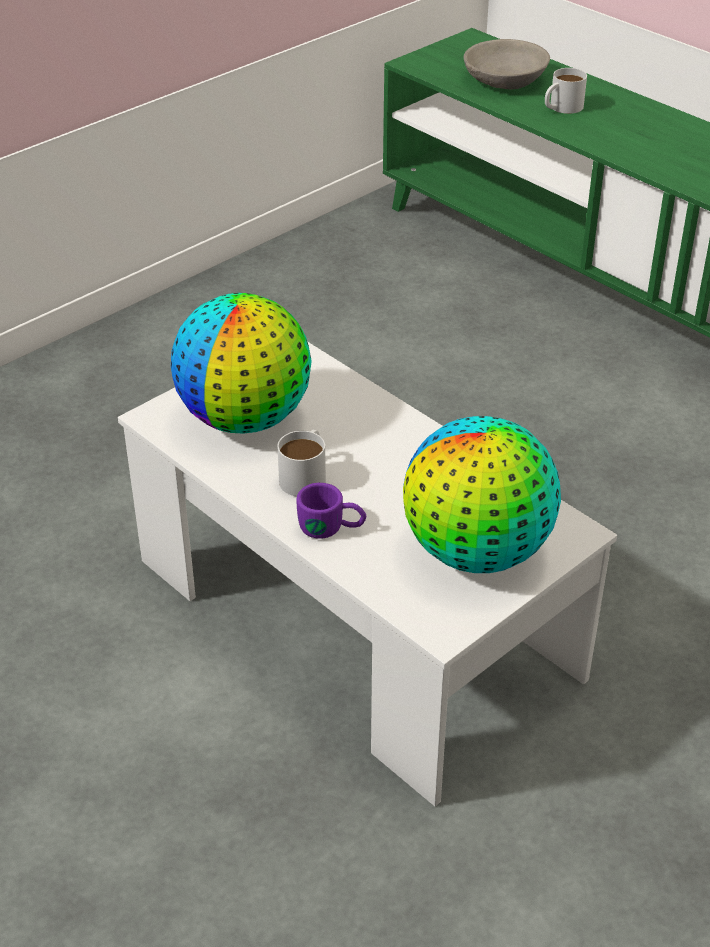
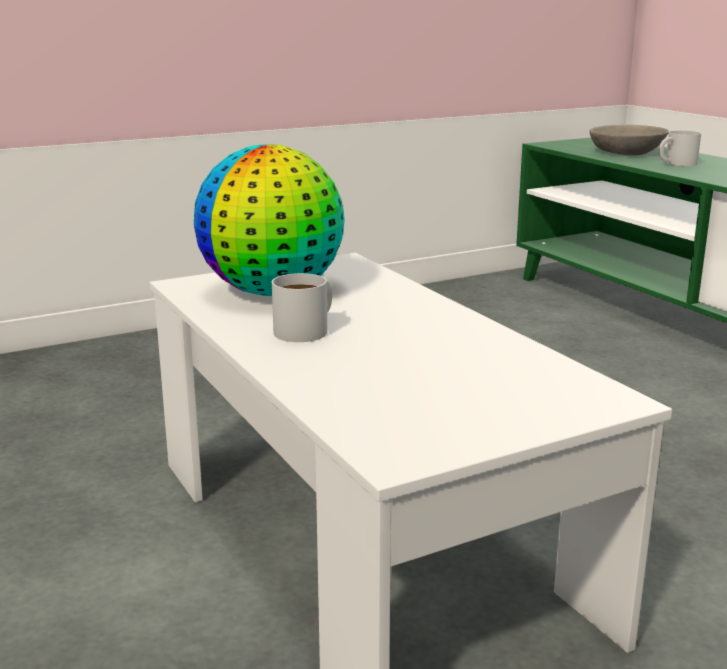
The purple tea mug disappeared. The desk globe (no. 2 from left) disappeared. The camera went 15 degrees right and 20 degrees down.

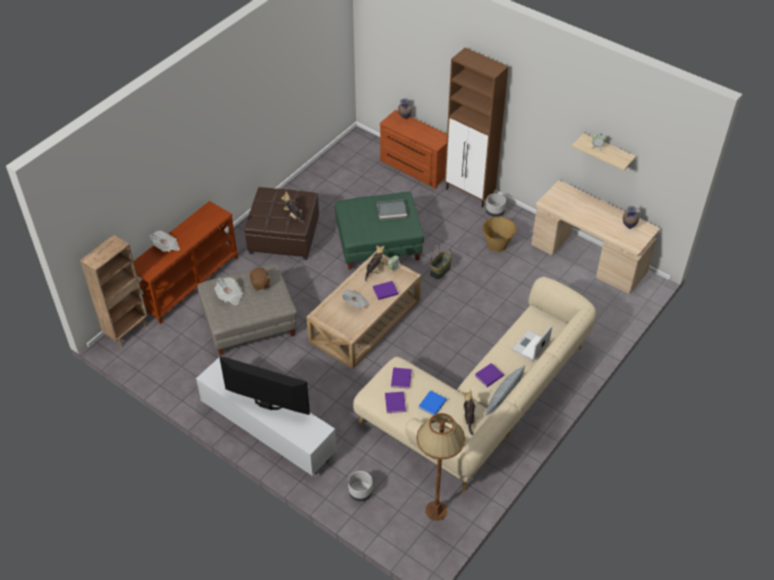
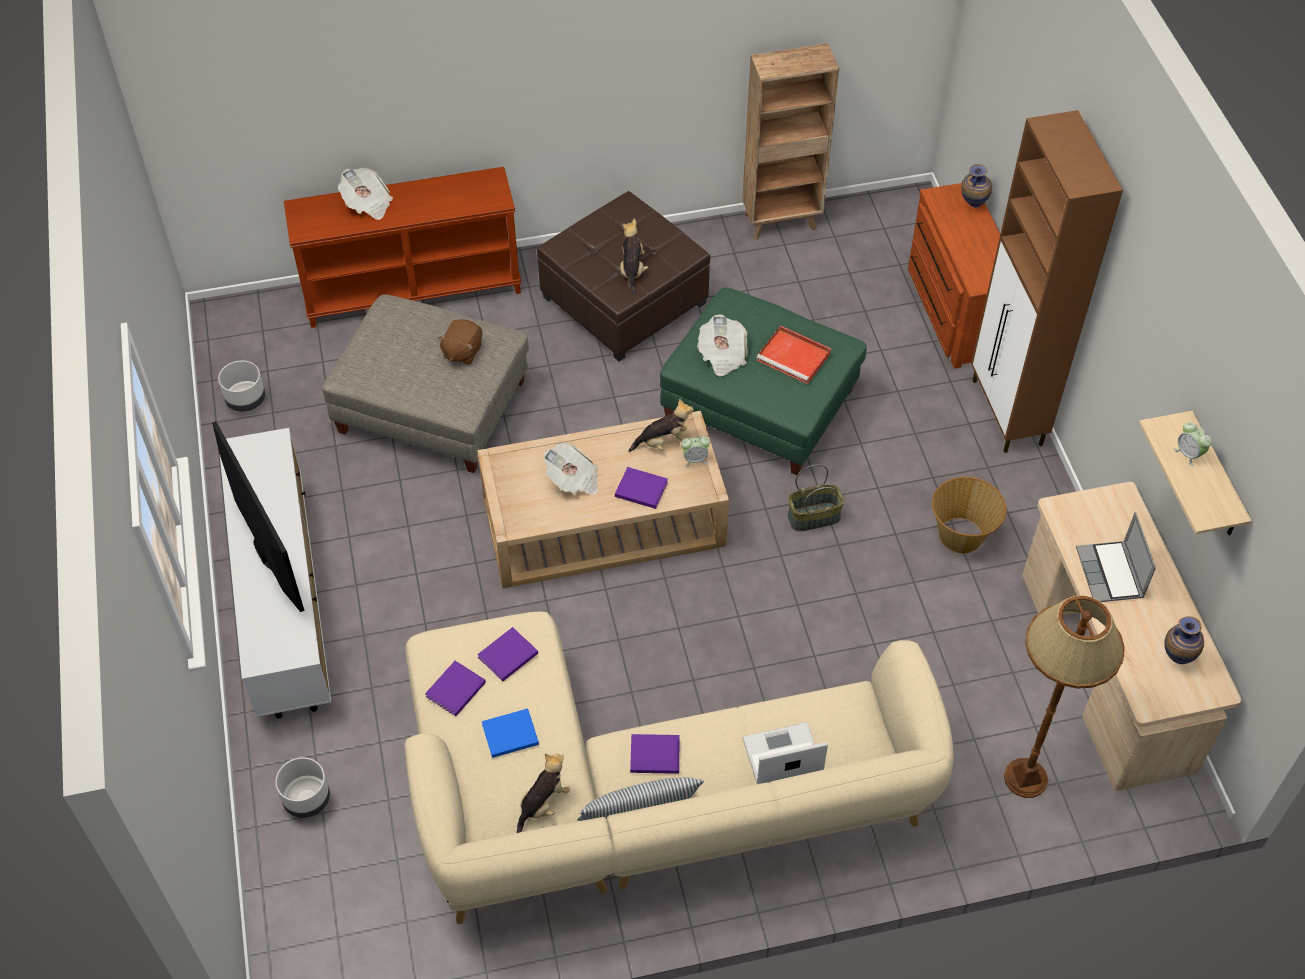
The brown-coloured bookcase moved. The printed paper (no. 2 from left in the first image) moved. The gray serving tray became the reddish serving tray. The brown-coloured standard lamp moved. The gray flower pot (no. 2 from left in the first image) moved. The laptop (no. 2 from left) appeared. The camera went 40 degrees right and 5 degrees up.

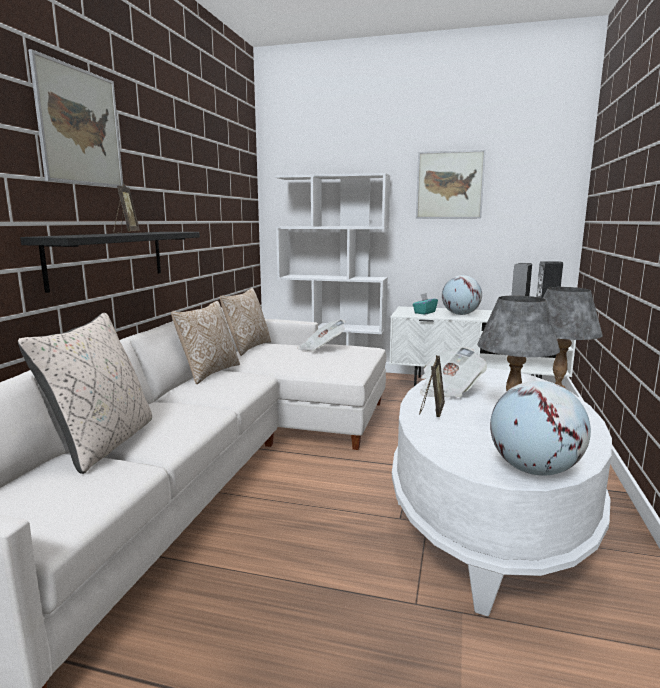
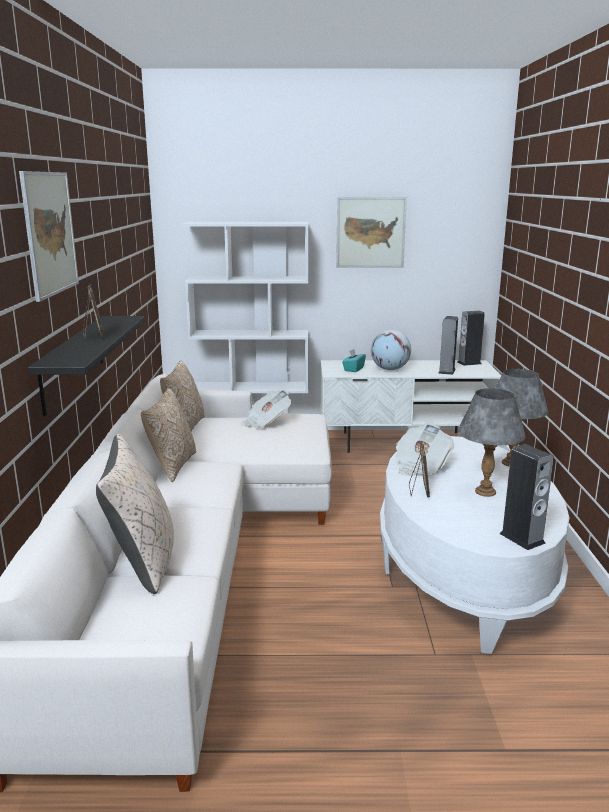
The desk globe (no. 2 from left) was replaced by the audio speaker (no. 3 from left). The camera went 15 degrees left and 5 degrees up.

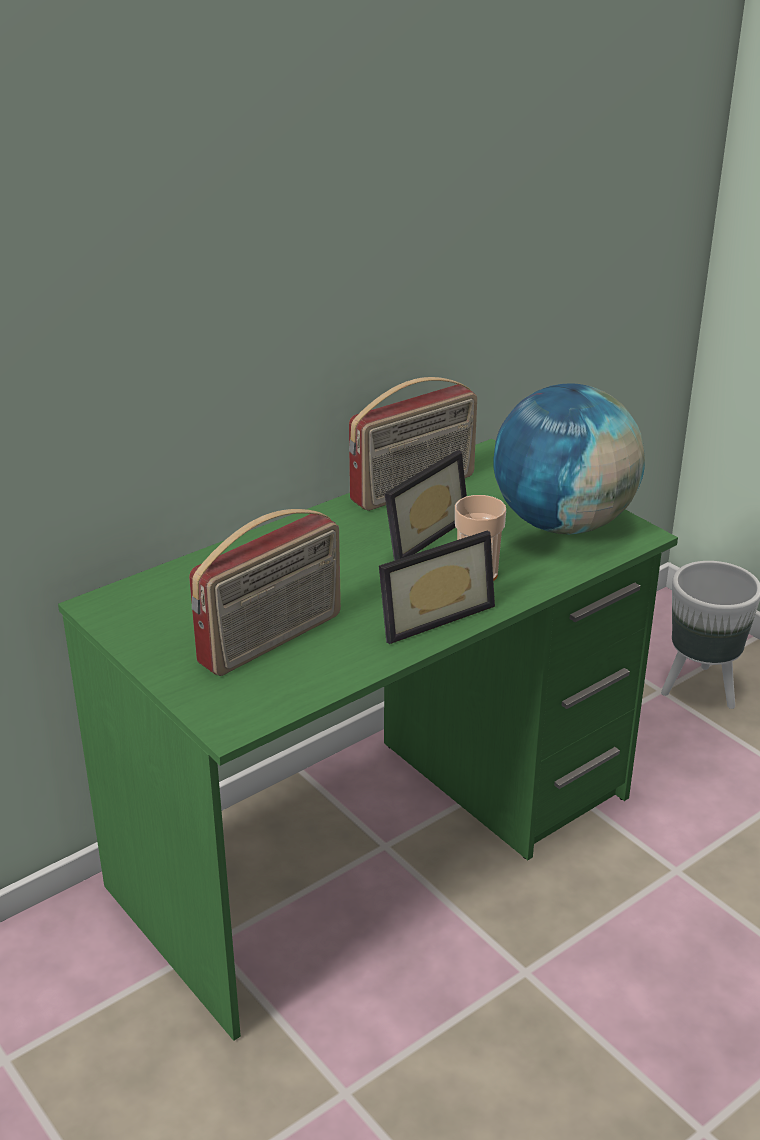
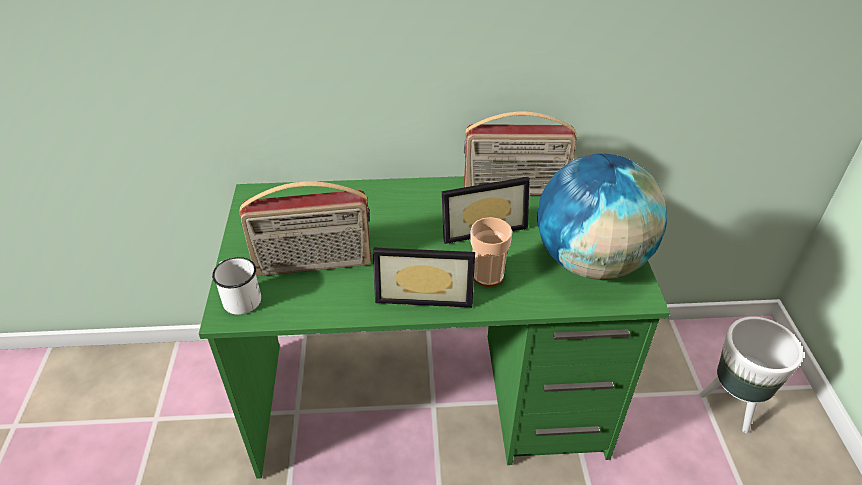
The whitish tea mug appeared. The camera went 35 degrees right and 10 degrees up.

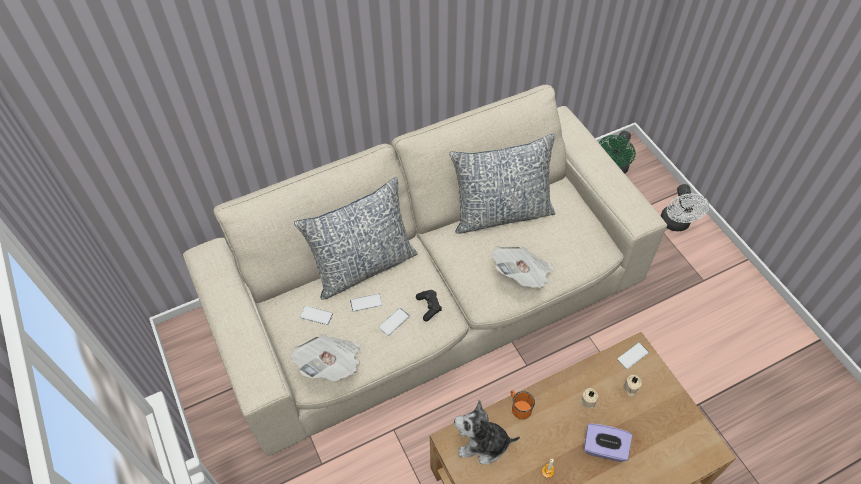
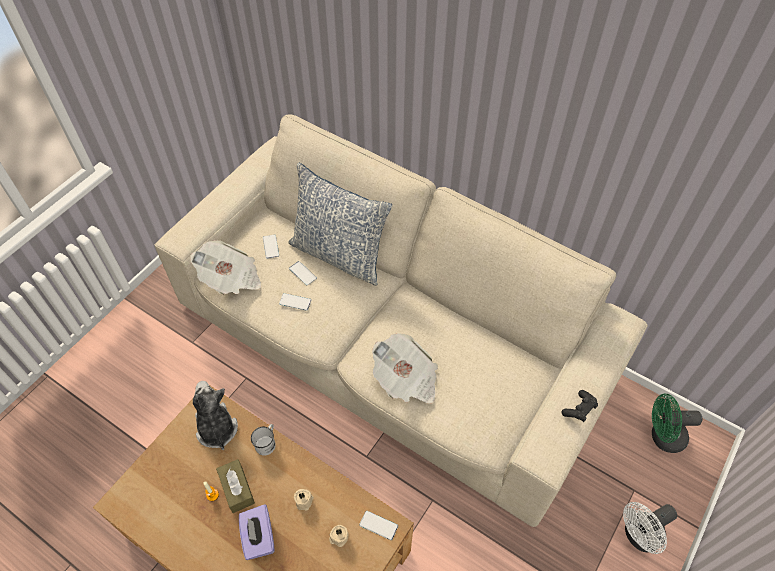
The black-coloured gamepad moved. The cushion (no. 2 from left) disappeared. The orange-coloured tea mug became the whitish tea mug. The brown-coloured tissue box appeared. The camera went 60 degrees right and 0 degrees up.

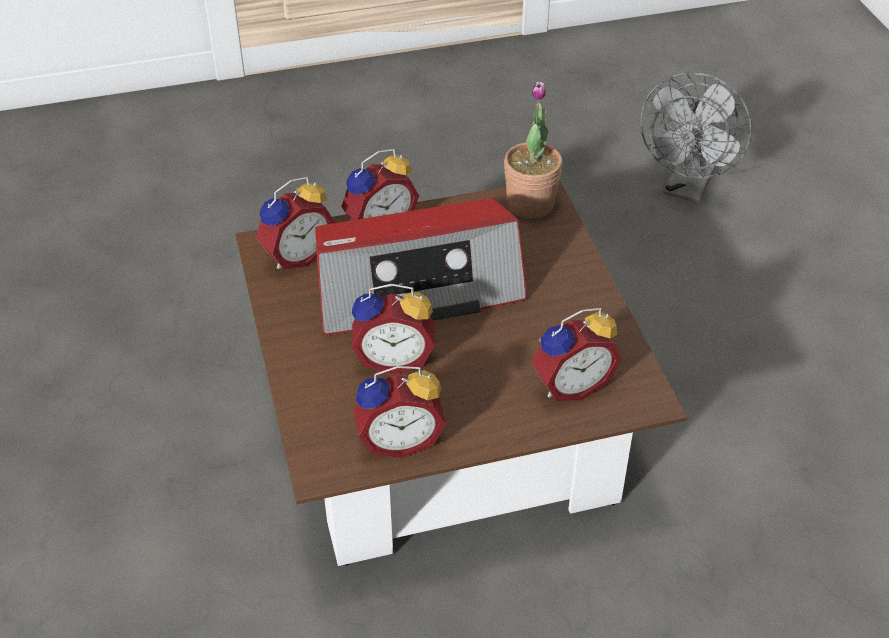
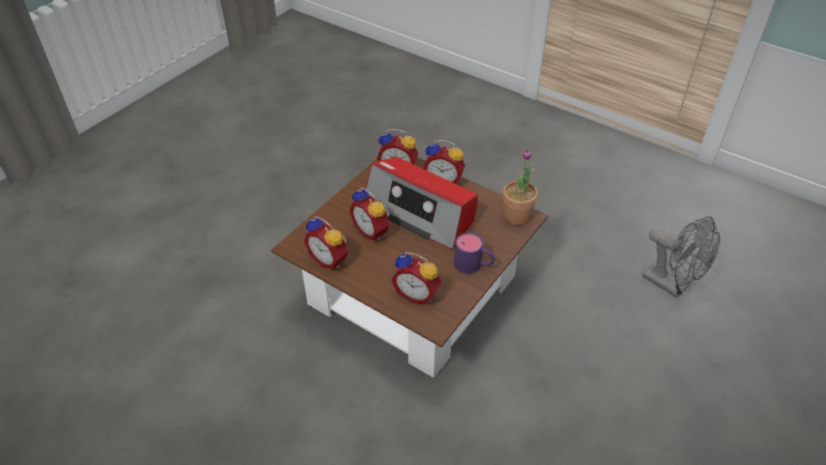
The gray electric fan turned 120 degrees counterclockwise. The purple tea mug appeared. The camera went 50 degrees right and 0 degrees up.

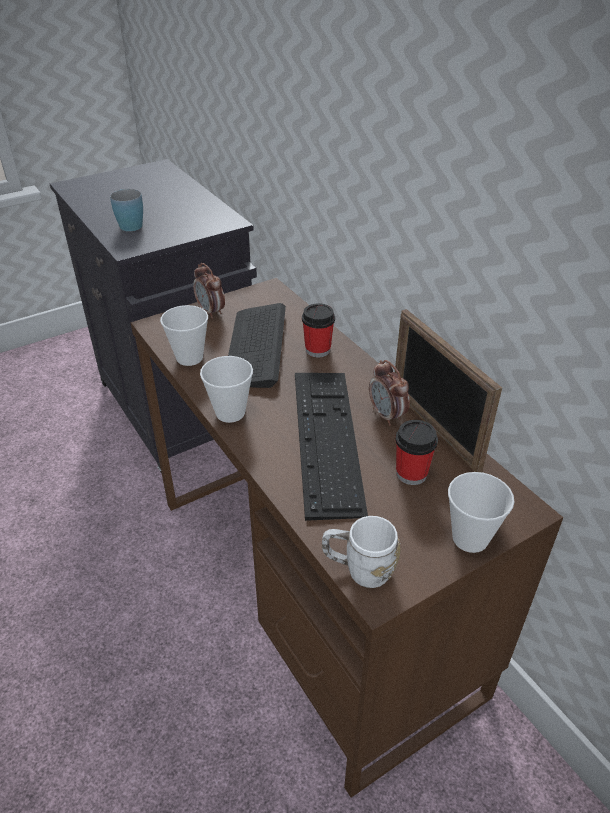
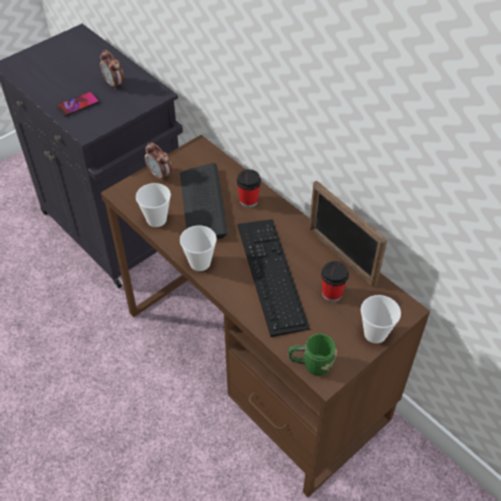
The blue-coloured tea mug was replaced by the handset. The whitish tea mug became the green-coloured tea mug. The table clock (no. 2 from left in the first image) moved. The camera went 10 degrees left and 10 degrees up.

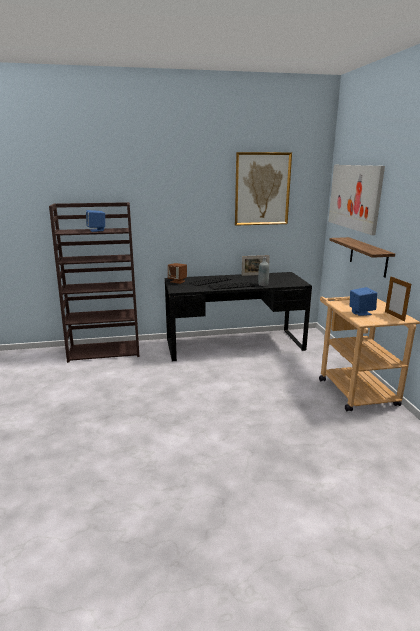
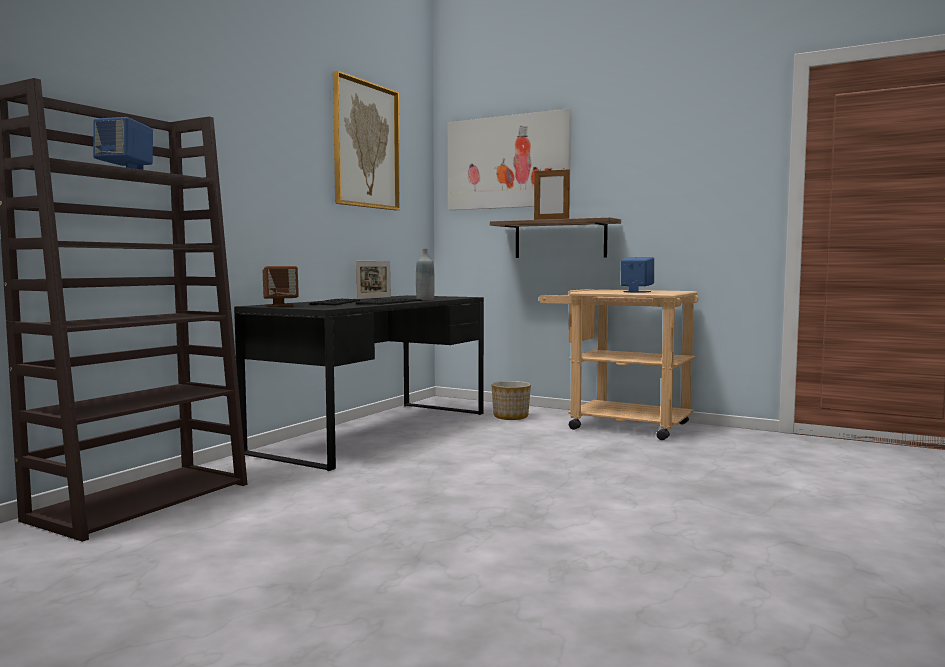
The picture frame (no. 2 from left) moved. The flower pot appeared. The camera went 50 degrees left and 15 degrees down.

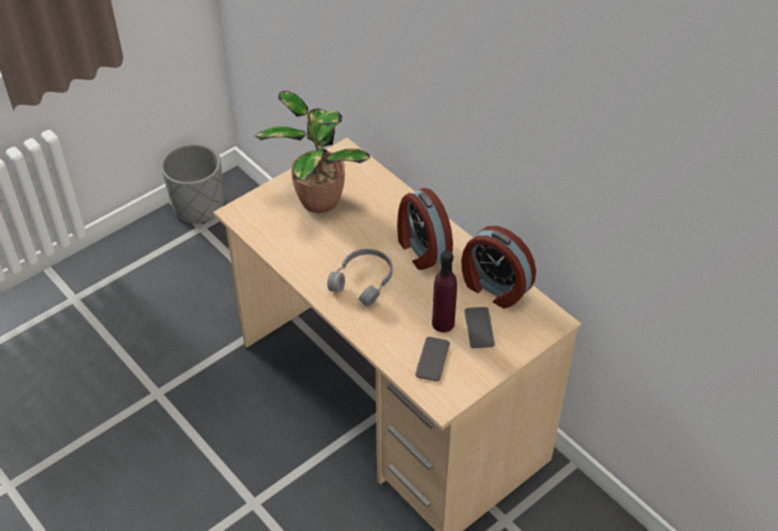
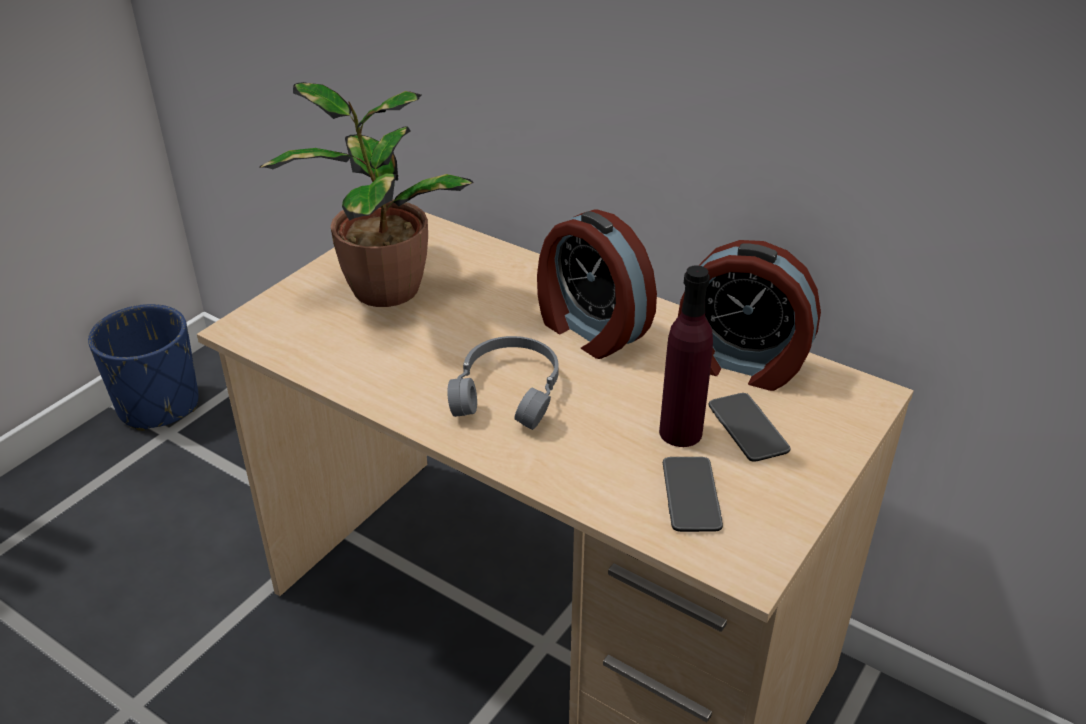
The gray flower pot became the blue-coloured flower pot. The camera went 15 degrees left and 10 degrees down.

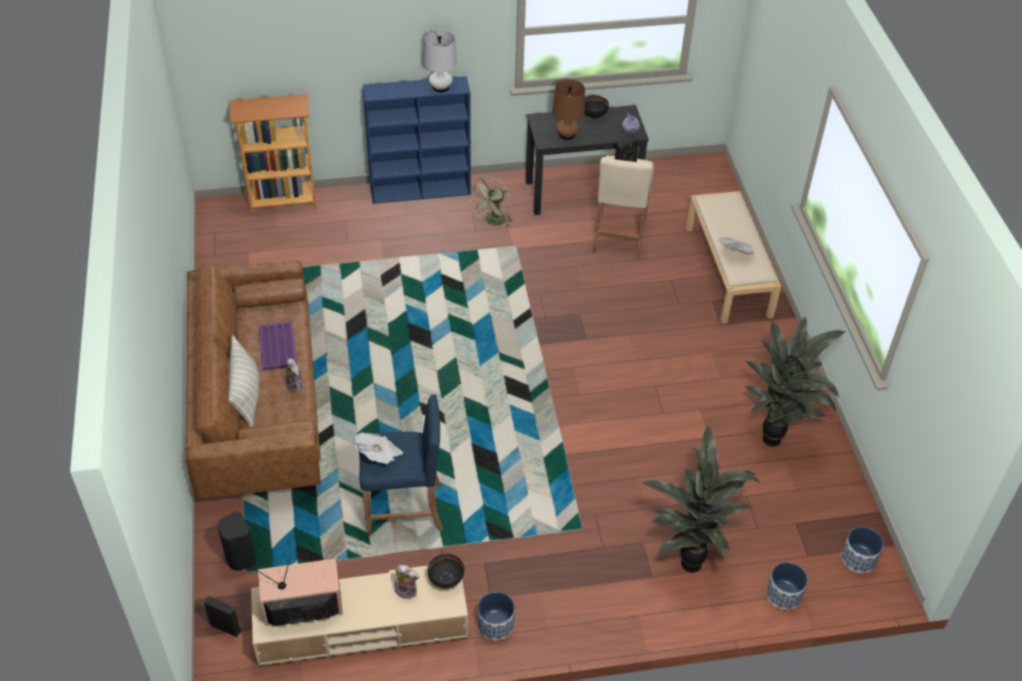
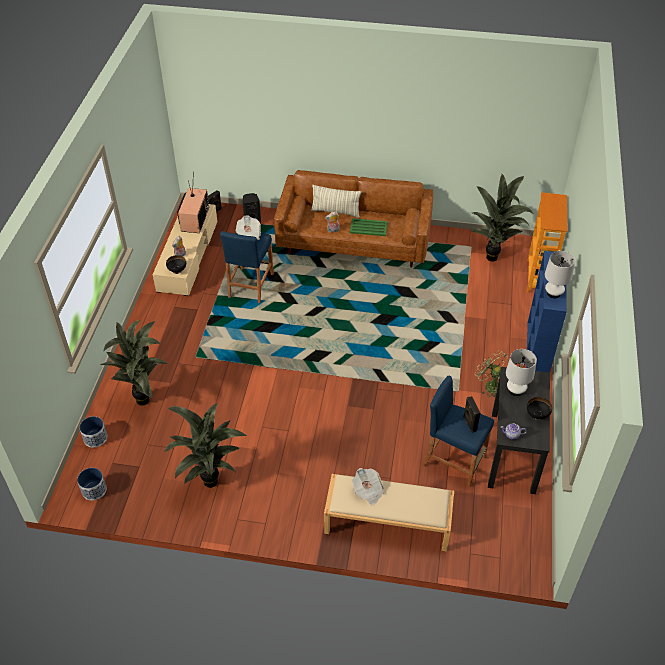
The purple serving tray became the green-coloured serving tray. The flower pot (no. 1 from left) disappeared. The brown-coloured lamp for a table became the whitish lamp for a table (no. 1 from left). The beige sitting stool became the blue-coloured sitting stool (no. 2 from left). The houseplant (no. 3 from left) appeared. The camera went 110 degrees right and 0 degrees up.

